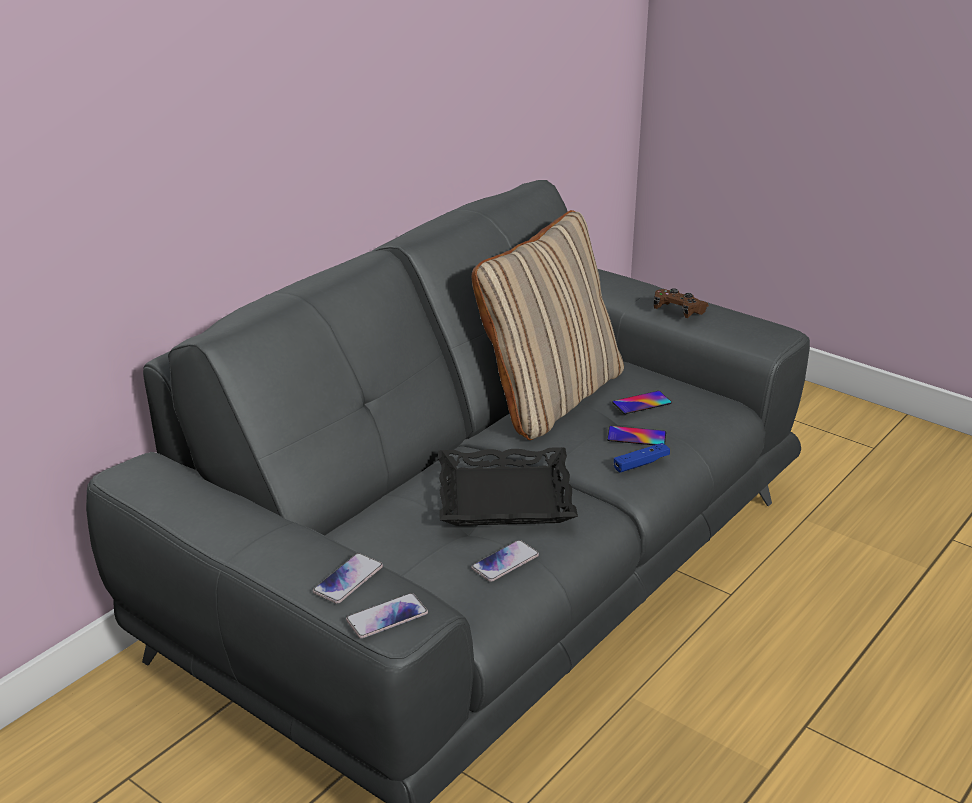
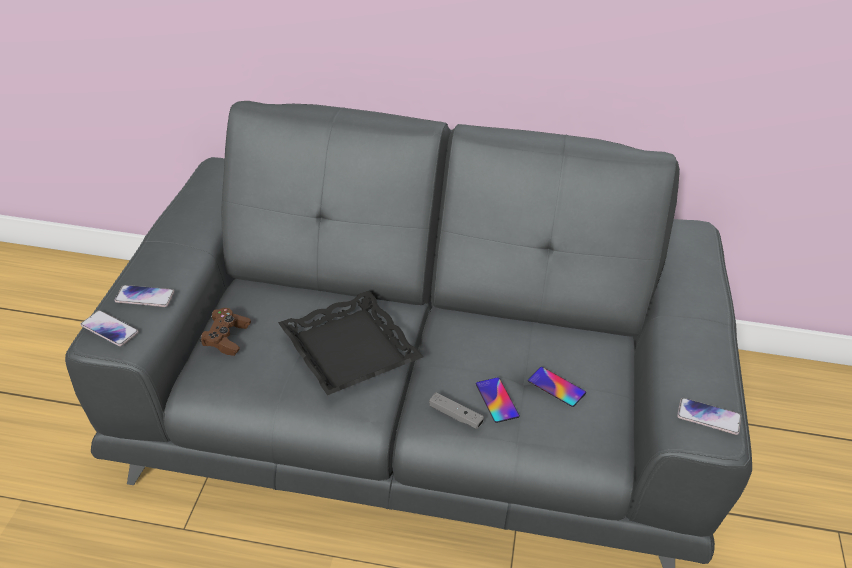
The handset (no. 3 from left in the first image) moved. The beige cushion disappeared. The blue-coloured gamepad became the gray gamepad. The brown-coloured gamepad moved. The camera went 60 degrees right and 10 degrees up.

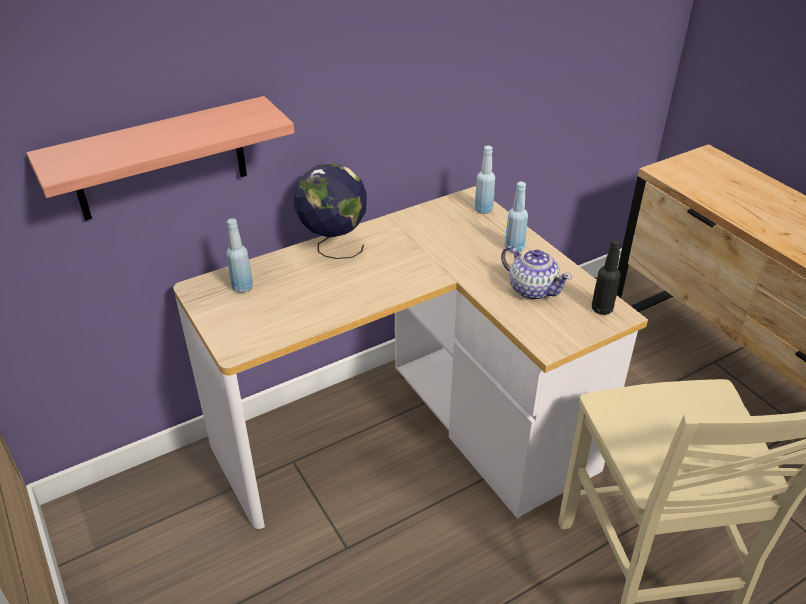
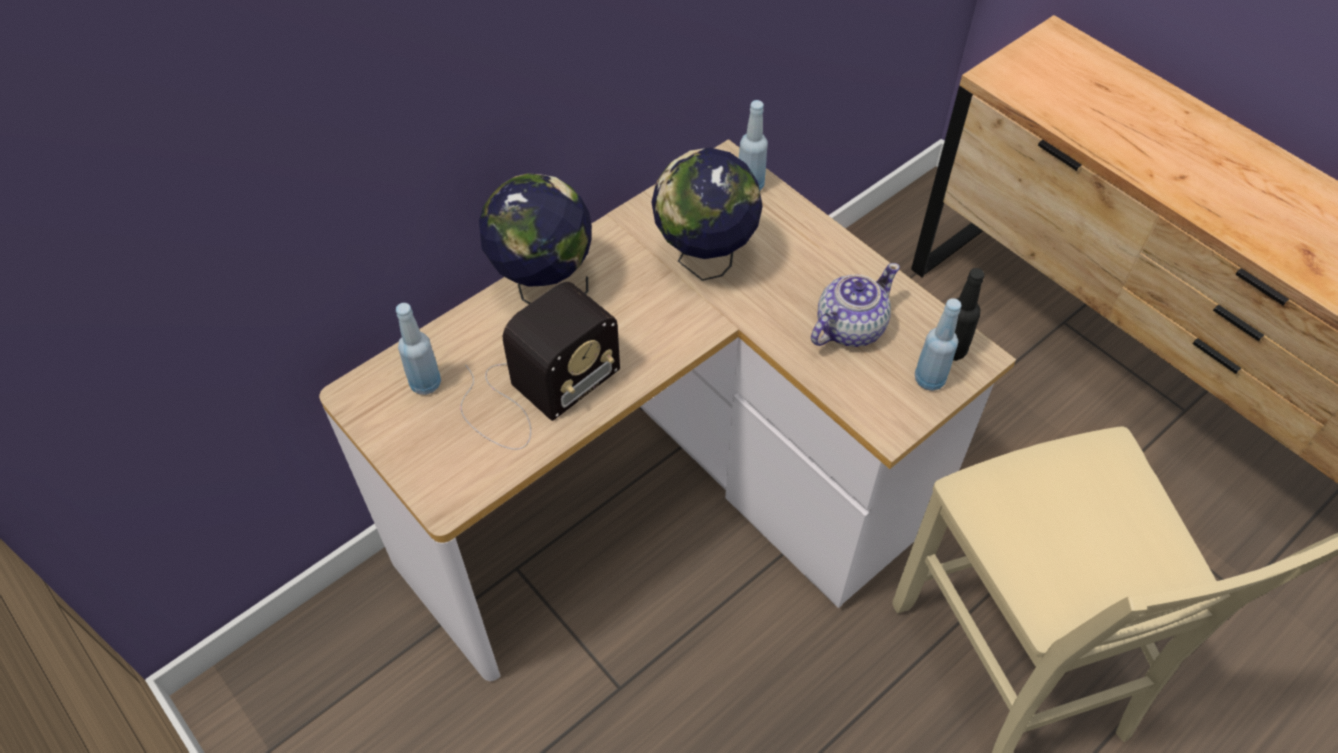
The shelf disappeared. The pot for tea turned 75 degrees counterclockwise. The blue-coloured beverage bottle (no. 3 from left) moved. The radio receiver appeared. The desk globe (no. 2 from left) appeared. The camera went 10 degrees left and 15 degrees up.

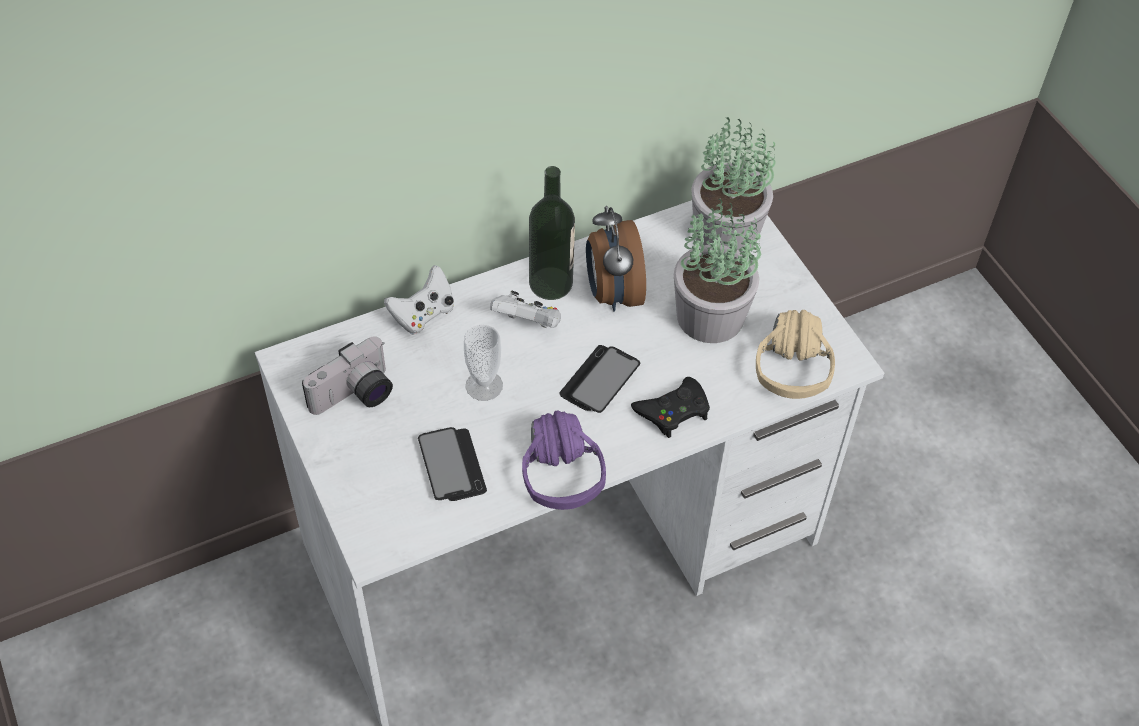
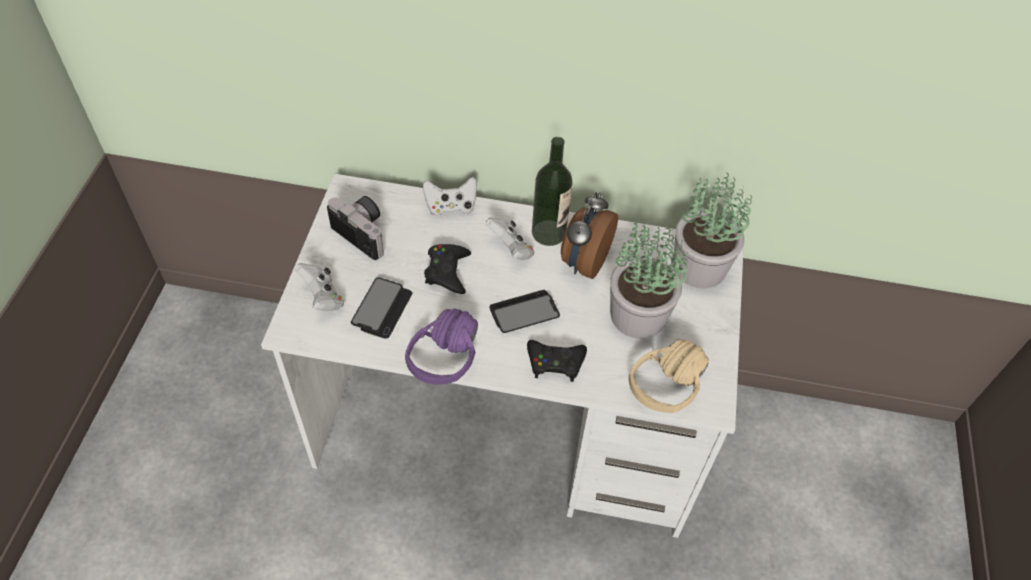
The photo camera turned 135 degrees counterclockwise. The drinking cup was replaced by the black-coloured gamepad (no. 1 from left). The whitish gamepad (no. 1 from left) appeared. The camera went 35 degrees right and 0 degrees up.

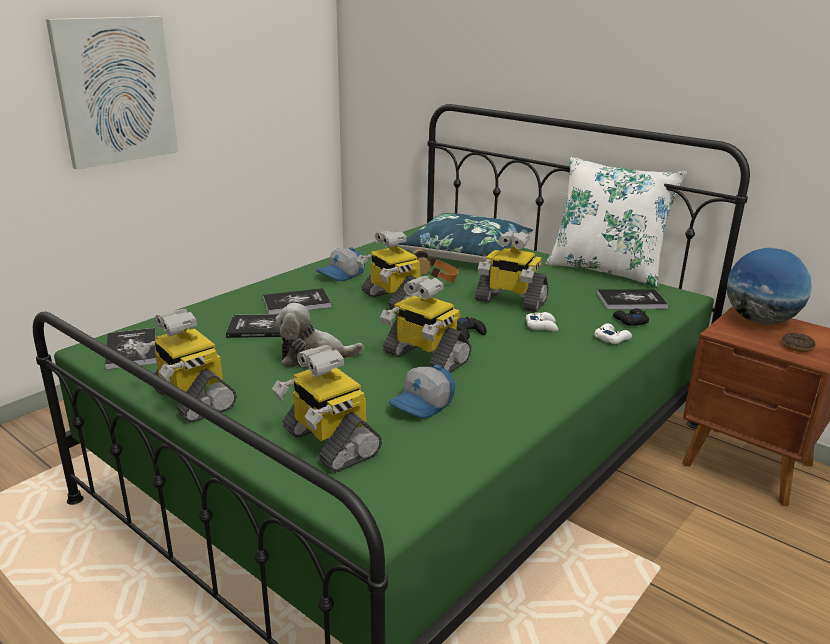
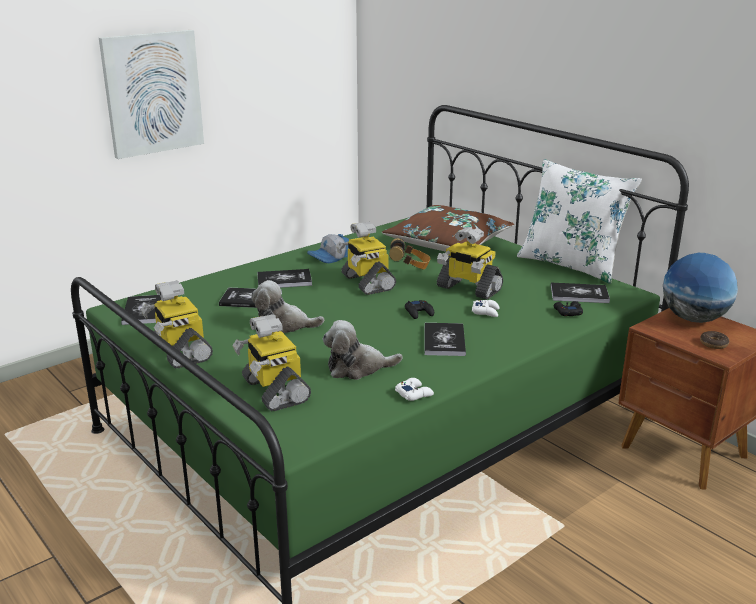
The toy robot (no. 4 from left) disappeared. The peaked cap (no. 2 from left) was replaced by the soft toy (no. 2 from left). The blue-coloured cushion became the brown-coloured cushion. The whitish gamepad (no. 2 from left in the first image) moved. The book (no. 4 from left) appeared. The camera went 10 degrees right and 0 degrees up.

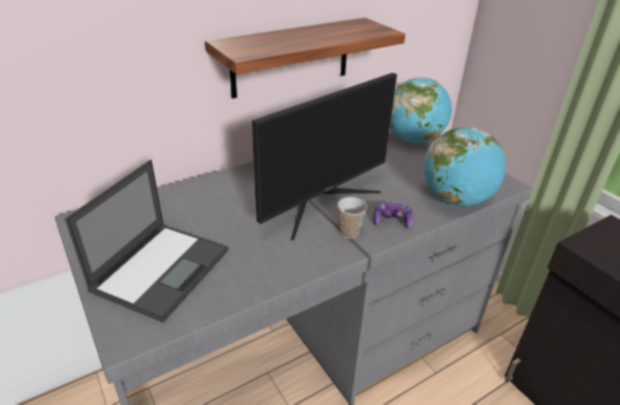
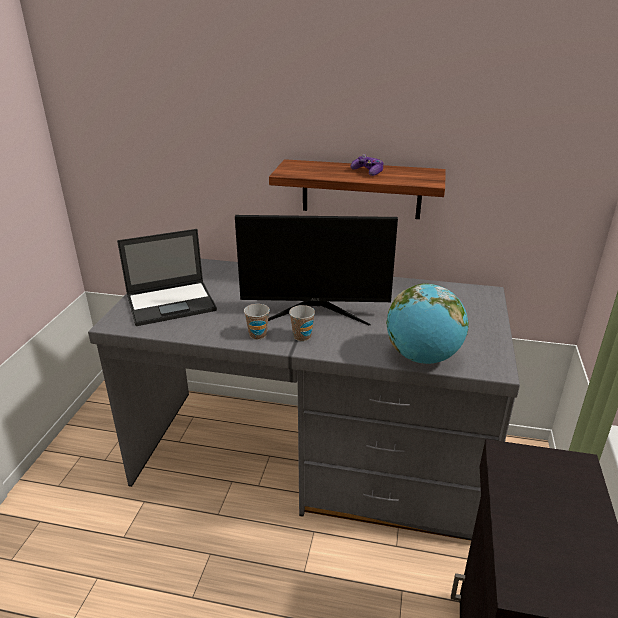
The gamepad moved. The desk globe (no. 1 from left) disappeared. The drinking cup (no. 1 from left) appeared. The camera went 45 degrees right and 5 degrees down.

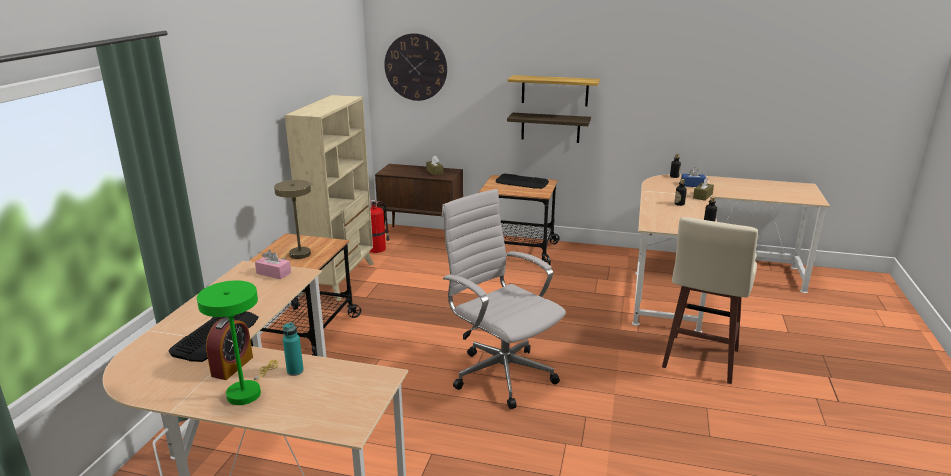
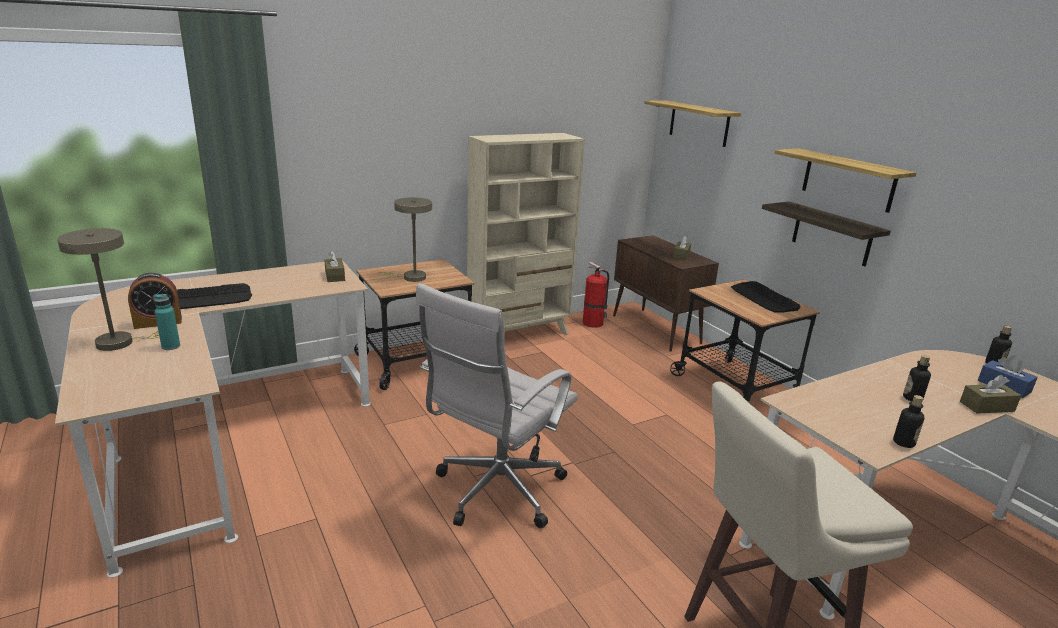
The green-coloured lamp for a table became the beige lamp for a table (no. 1 from left). The pinkish tissue box became the brown-coloured tissue box (no. 1 from left). The hanging clock was replaced by the shelf (no. 1 from left). The whitish desk chair turned 150 degrees counterclockwise. The camera went 45 degrees right and 0 degrees up.

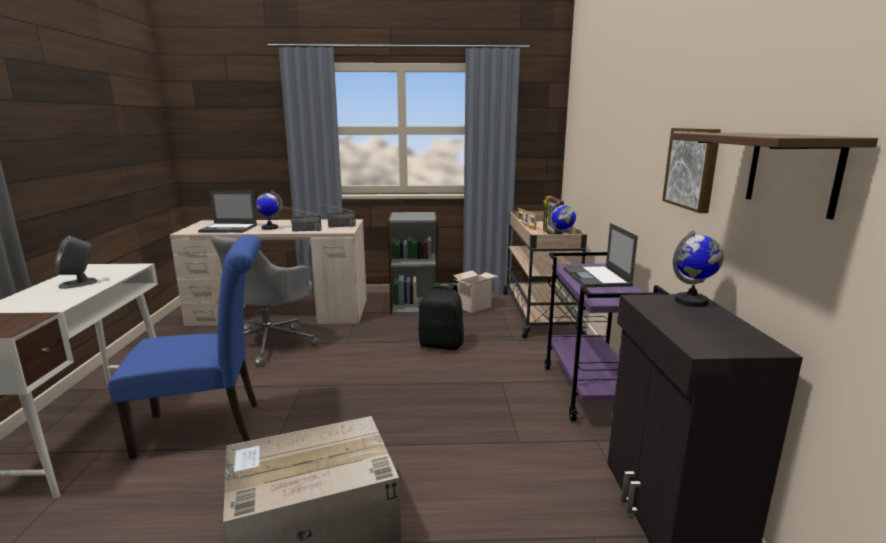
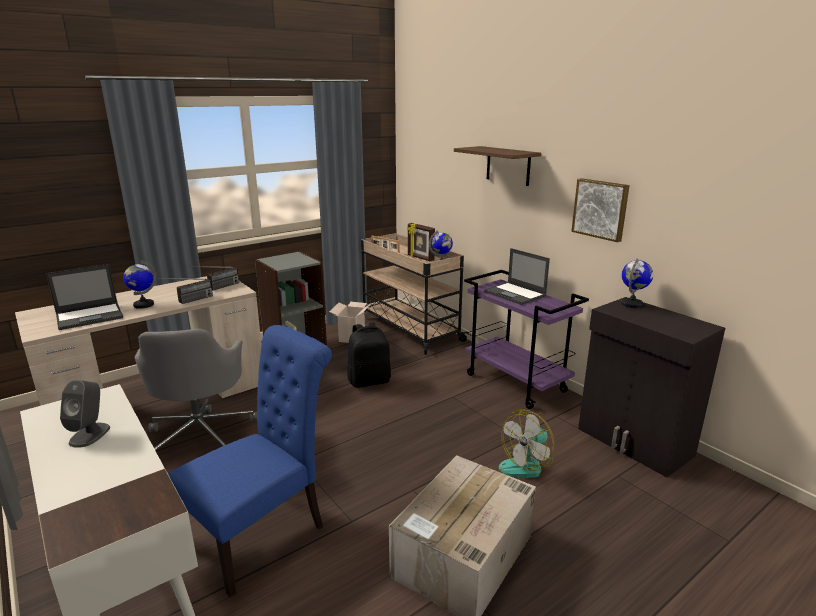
The shelf moved. The electric fan appeared. The camera went 35 degrees left and 5 degrees up.

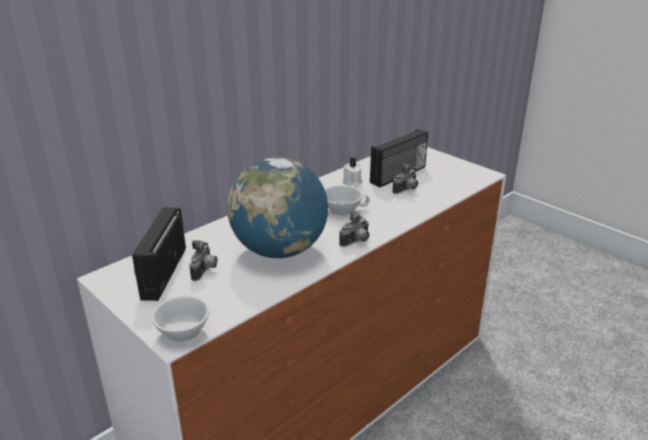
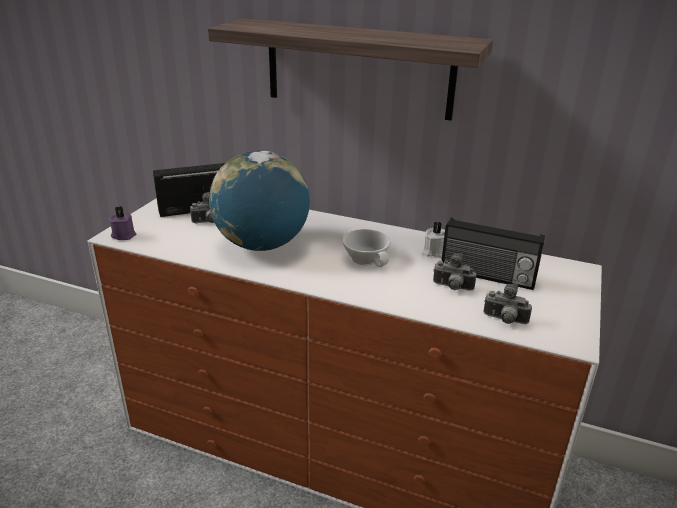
The whitish drinking cup (no. 1 from left) was replaced by the purple wax candle. The photo camera (no. 2 from left in the first image) moved. The shelf appeared. The camera went 65 degrees right and 0 degrees up.

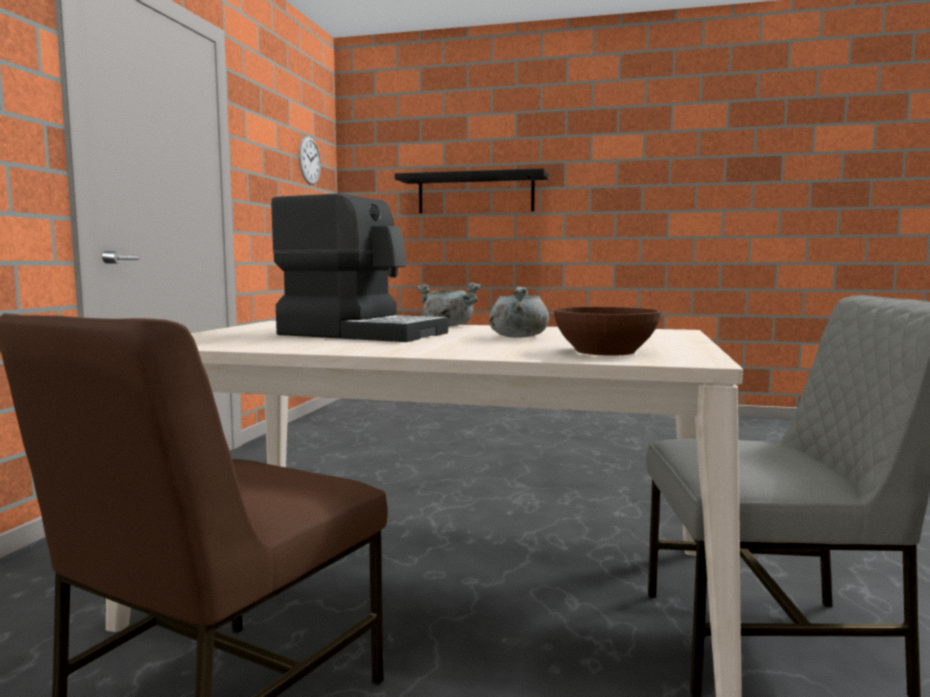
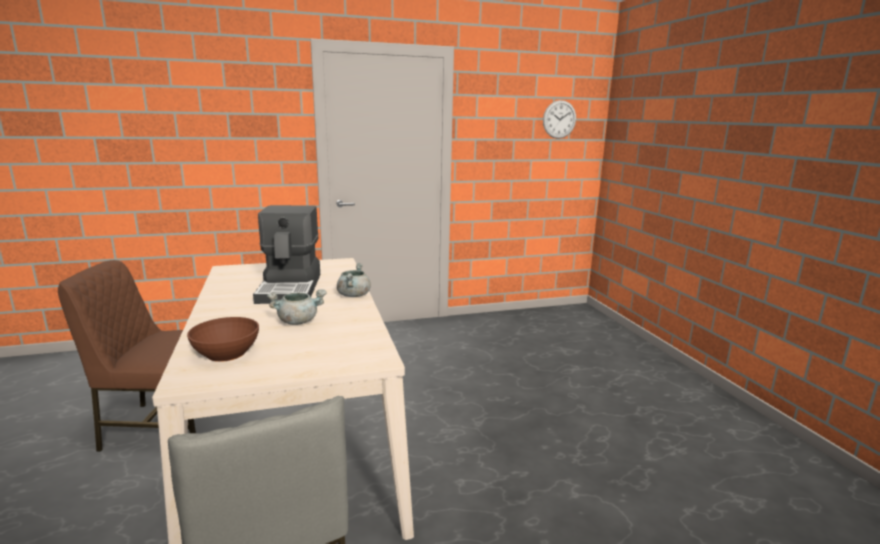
The black-coloured shelf disappeared. The camera went 60 degrees right and 10 degrees up.

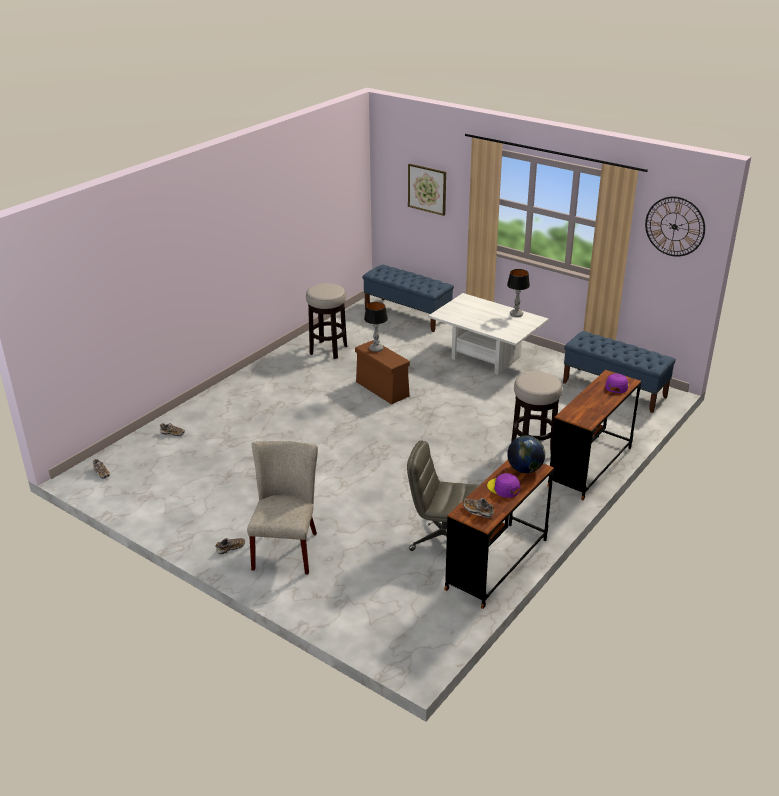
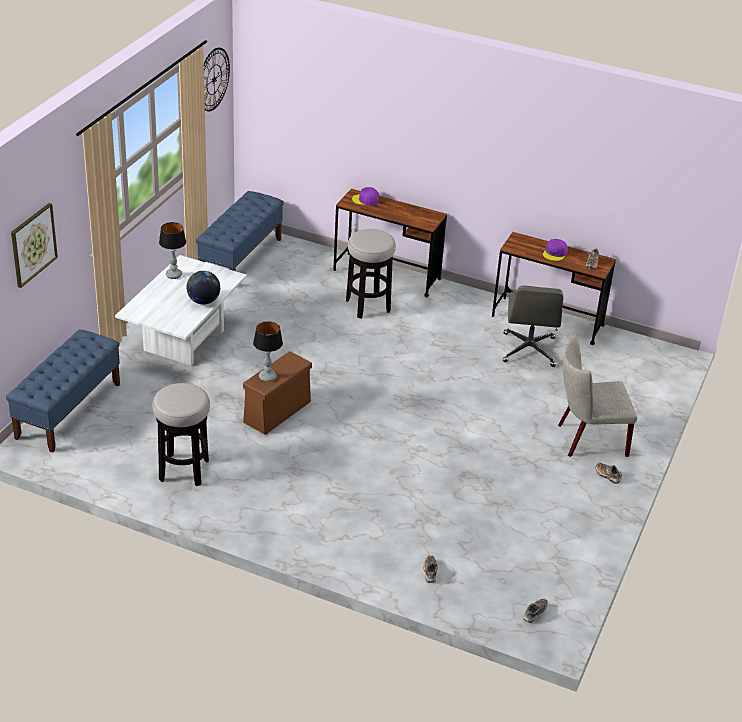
The desk globe moved. The camera went 105 degrees left and 5 degrees up.

